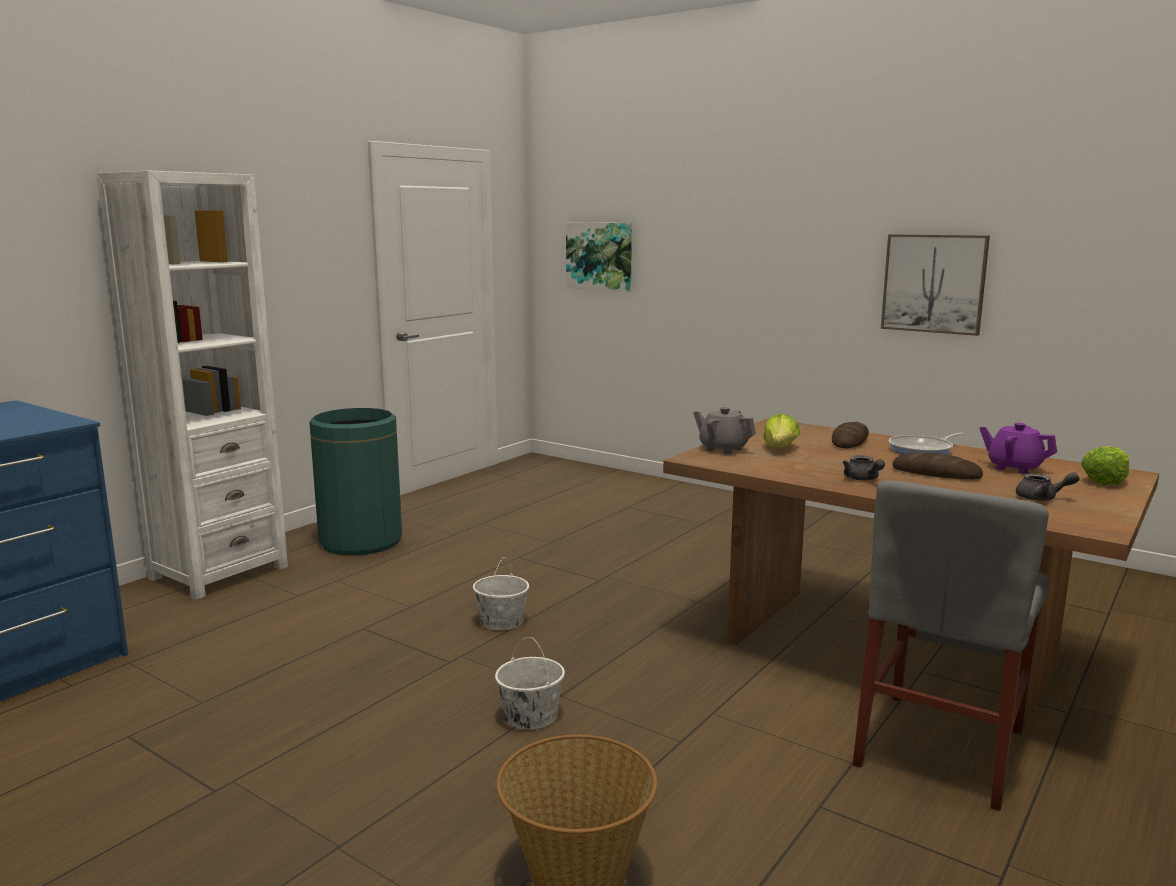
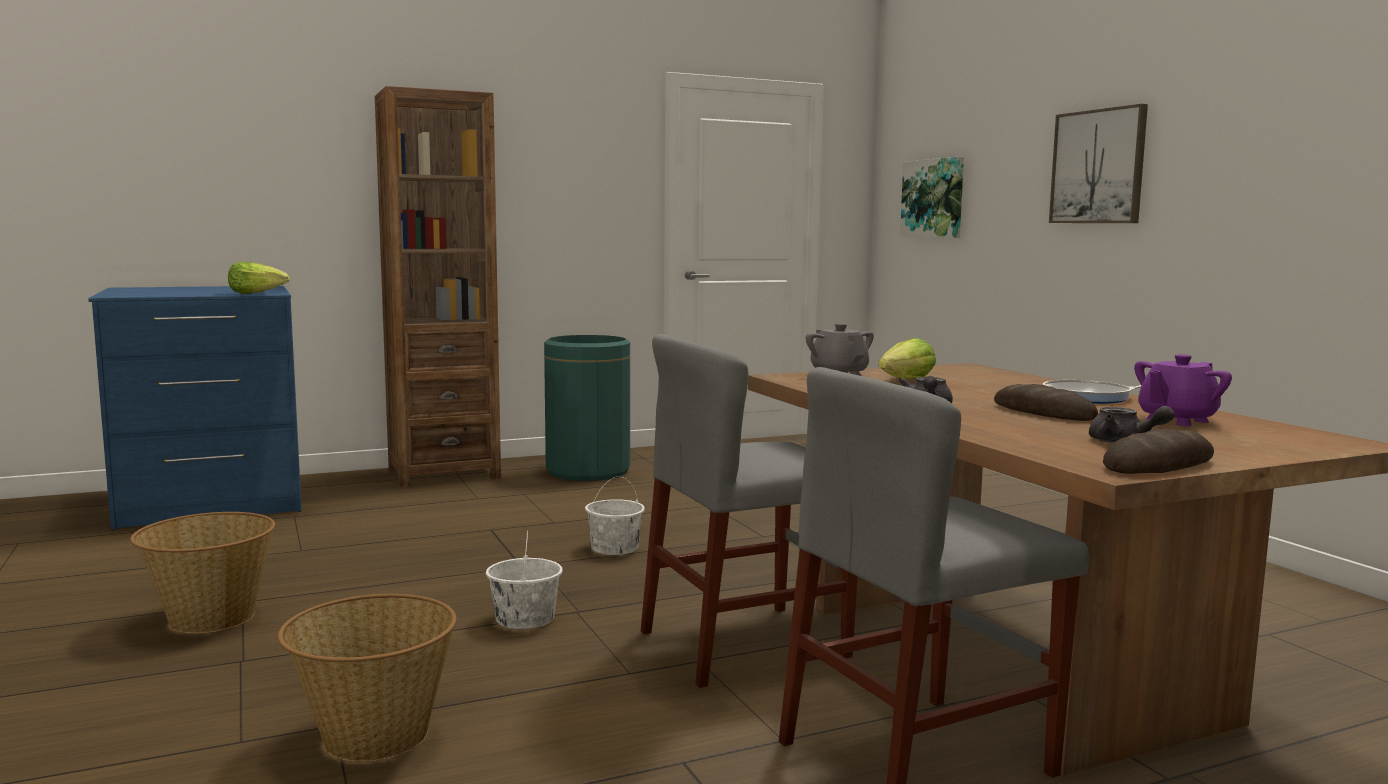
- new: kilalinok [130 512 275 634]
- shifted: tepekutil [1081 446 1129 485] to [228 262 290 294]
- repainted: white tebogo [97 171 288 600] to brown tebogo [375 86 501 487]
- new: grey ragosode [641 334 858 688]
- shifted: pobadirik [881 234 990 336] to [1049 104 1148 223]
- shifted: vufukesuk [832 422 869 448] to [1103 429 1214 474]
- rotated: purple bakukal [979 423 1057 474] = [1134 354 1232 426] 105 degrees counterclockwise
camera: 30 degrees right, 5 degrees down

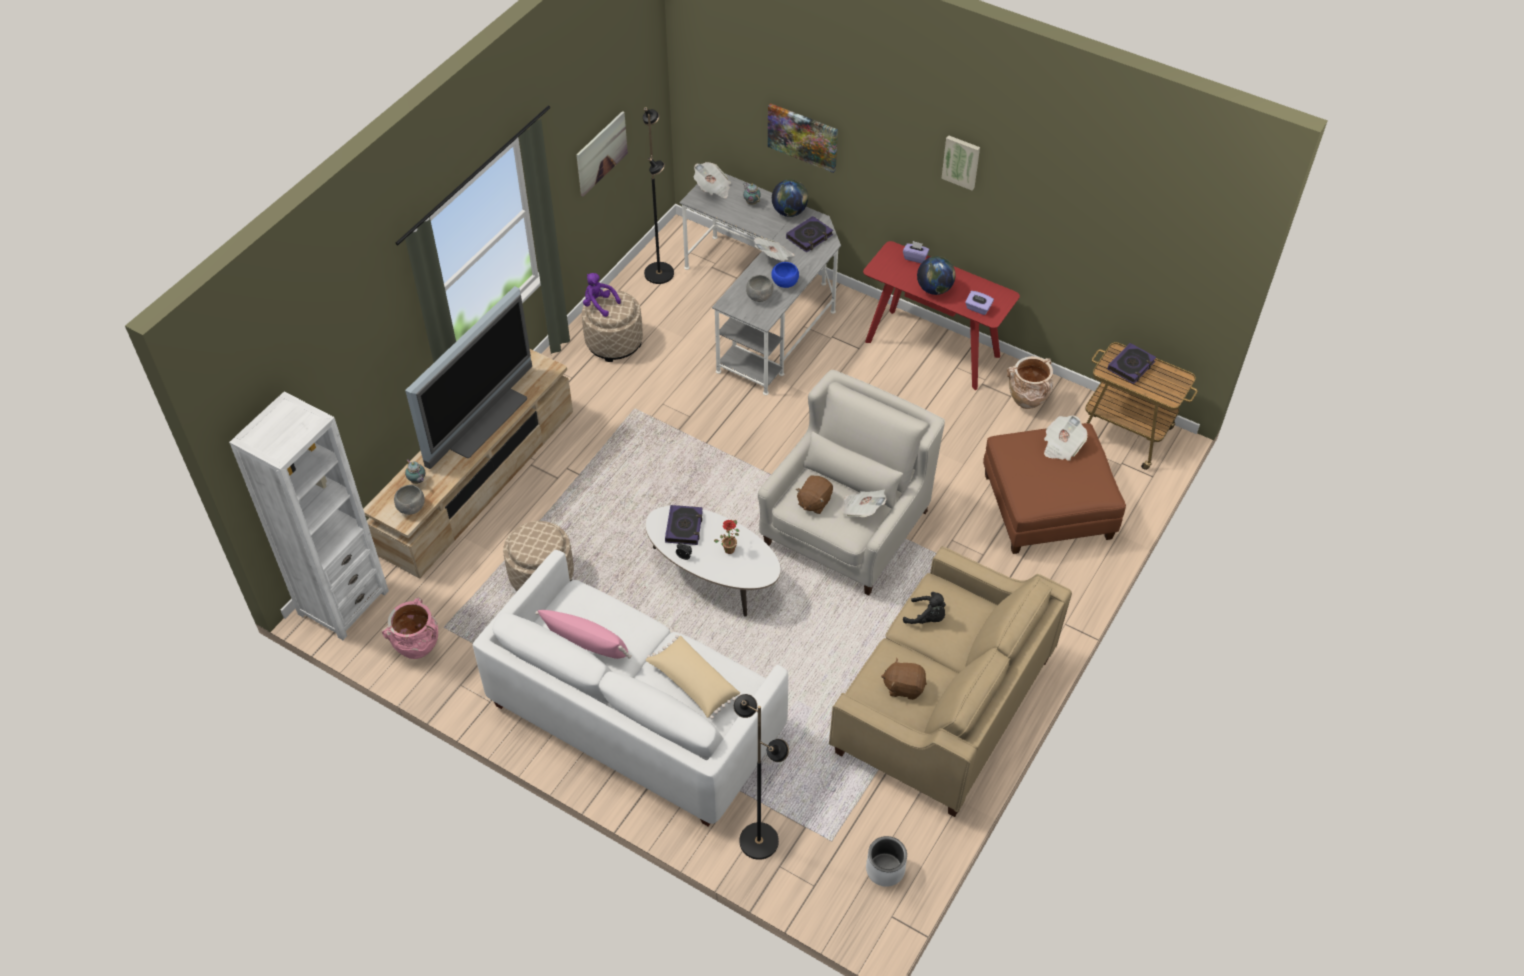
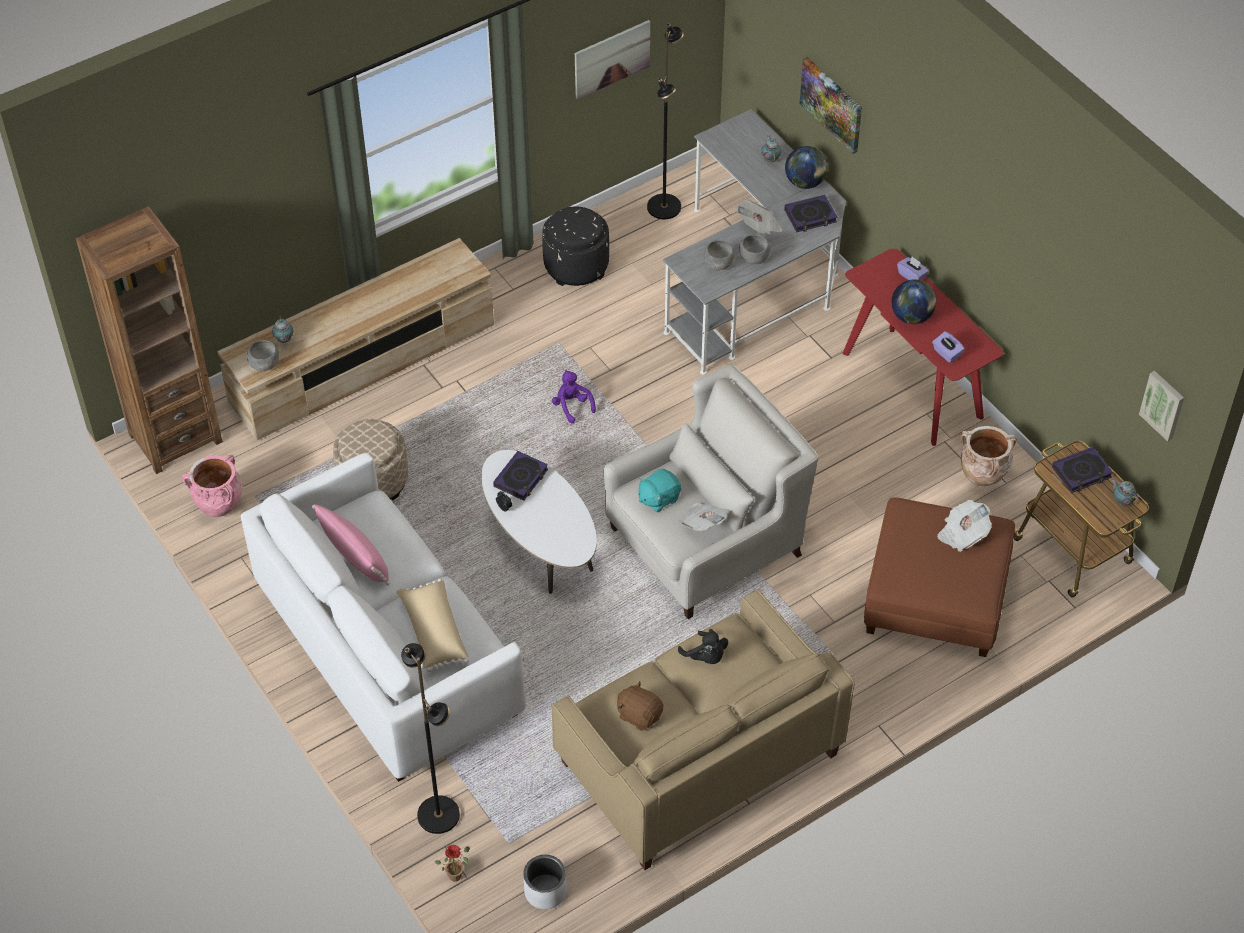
- repainted: white tebogo [229 391 389 640] to brown tebogo [76 206 223 474]
- shifted: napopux [714 520 739 554] to [435 845 470 882]
- repainted: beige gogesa [582 290 643 362] to black gogesa [542 206 609 286]
- shifted: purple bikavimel [583 273 621 317] to [552 370 596 424]
- repainted: brown bikavimel [796 475 833 514] to turquoise bikavimel [639 469 681 512]
- repainted: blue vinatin [771 262 799 288] to grey vinatin [739 234 770 264]
- new: bakukal [1111 478 1139 506]
- shifted: pobadirik [941 135 980 190] to [1139 371 1184 441]
- gone: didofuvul [405 286 532 469]
- gone: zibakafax [694 162 731 198]
camera: 25 degrees right, 0 degrees up

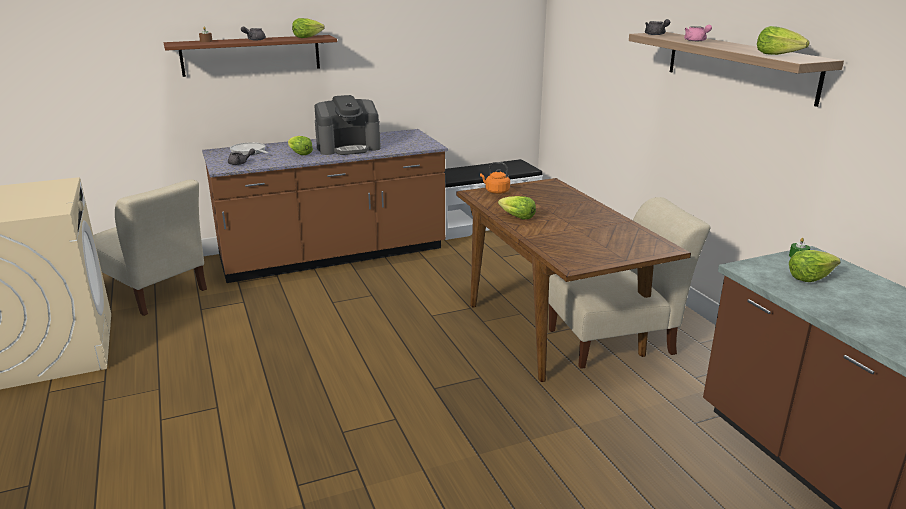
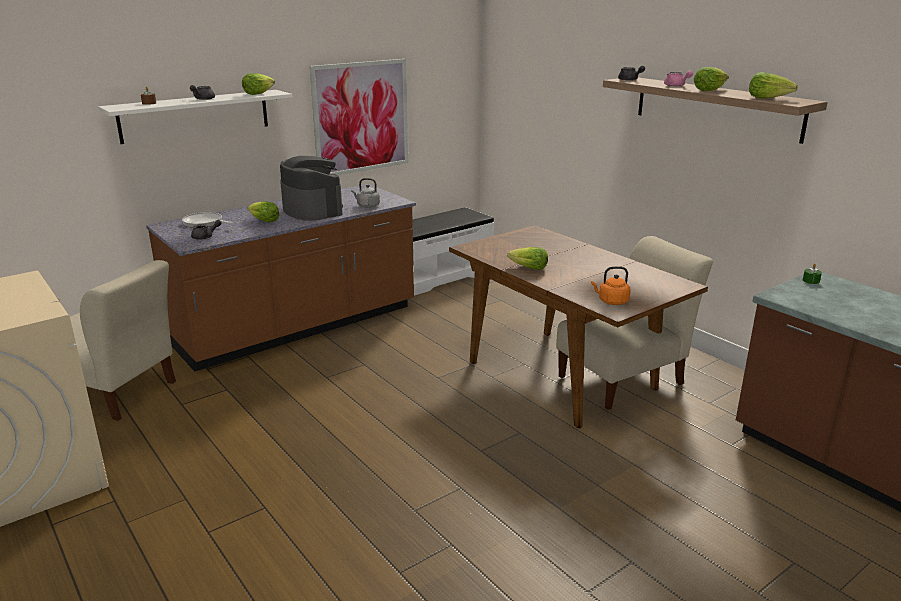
- repainted: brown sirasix [164 35 337 77] to white sirasix [98 90 292 144]
- rotated: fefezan [314 95 381 155] = [280 156 343 221] 90 degrees counterclockwise
- new: pobadirik [310 59 408 175]
- new: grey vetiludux [351 178 380 208]
- shifted: orange vetiludux [480 162 510 194] to [591 266 631 305]
- shifted: tepekutil [789 250 841 282] to [694 67 729 91]
camera: 15 degrees left, 0 degrees up

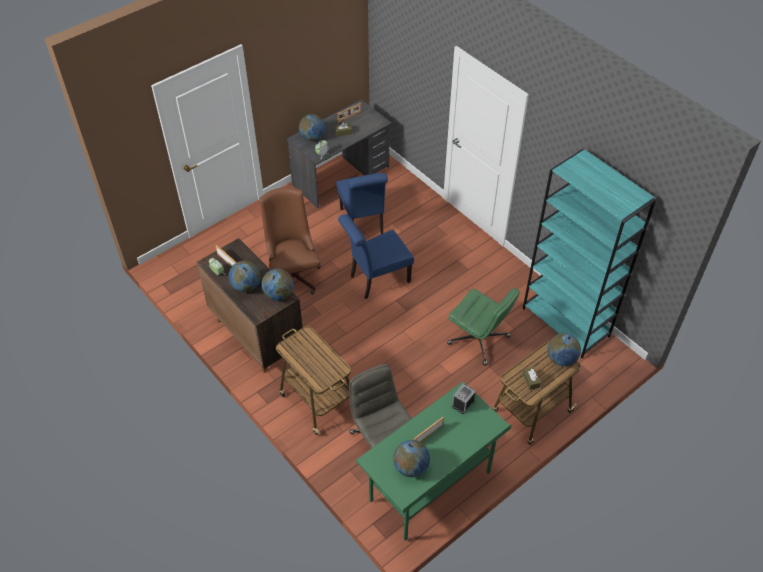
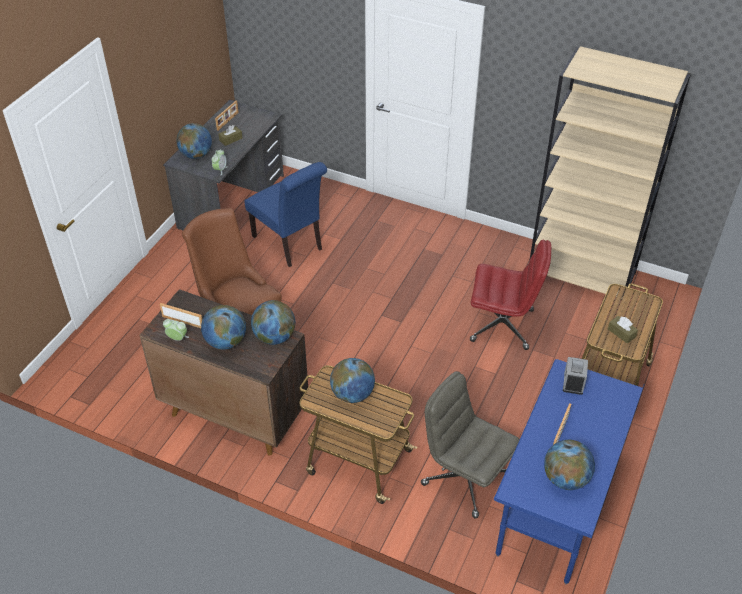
- shifted: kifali [547 333 581 366] to [330 358 375 403]
- repainted: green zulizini [447 288 520 366] to red zulizini [470 240 551 350]
- repainted: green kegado [356 382 512 541] to blue kegado [494 359 644 584]
- repainted: turquoise tebogo [523 149 656 359] to beige tebogo [529 46 691 296]
- gone: blue ragosode [338 214 414 299]
camera: 25 degrees left, 5 degrees down

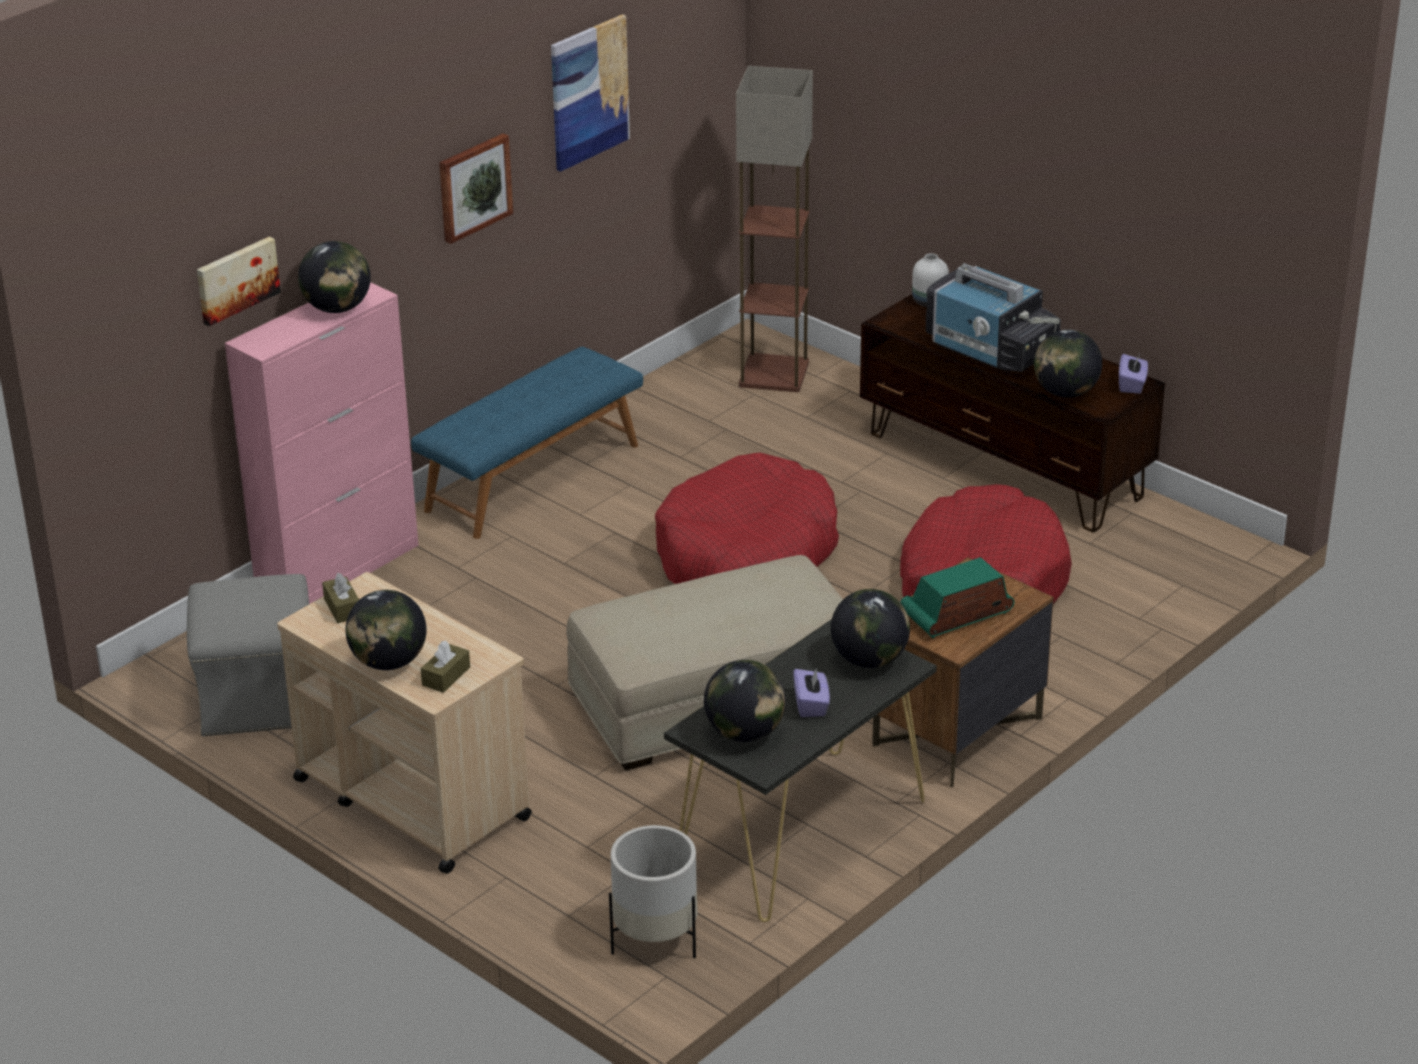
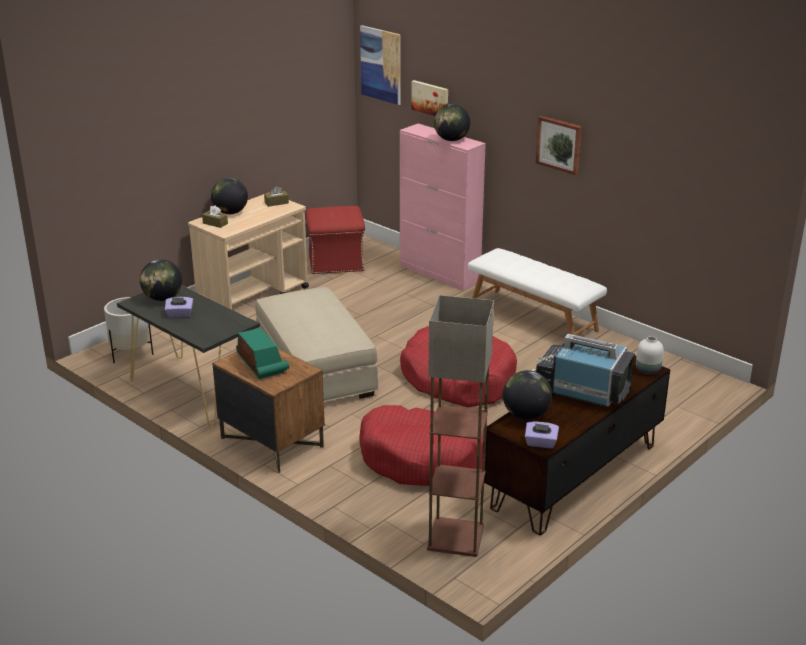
- repainted: grey gogesa [187 574 309 736] to red gogesa [306 206 365 274]
- shifted: pobadirik [551 14 630 172] to [360 25 401 105]
- shifted: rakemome [736 66 813 392] to [427 295 494 557]
- repainted: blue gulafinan [411 347 643 539] to white gulafinan [468 248 607 335]
- rotated: didofuvul [926 263 1061 372] = [532 334 635 407] 75 degrees clockwise
- gone: kifali [831 589 910 668]
camera: 90 degrees right, 5 degrees down

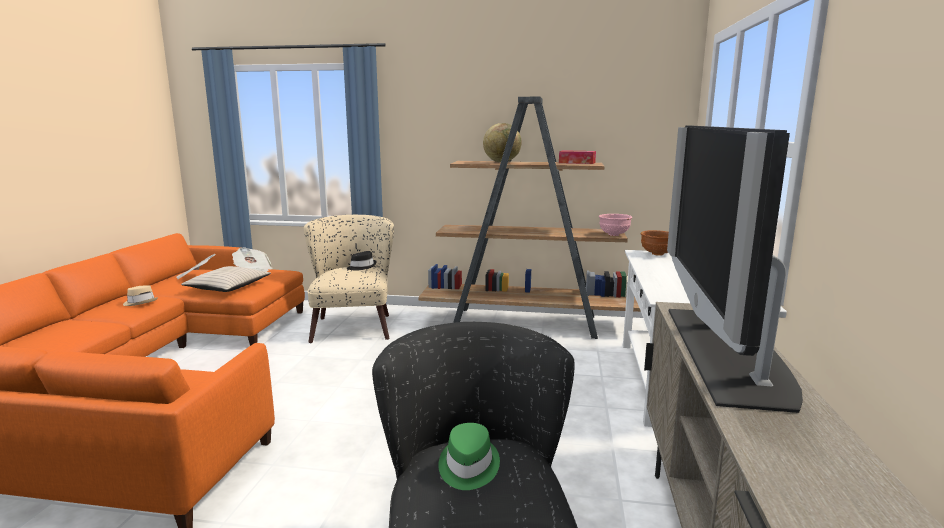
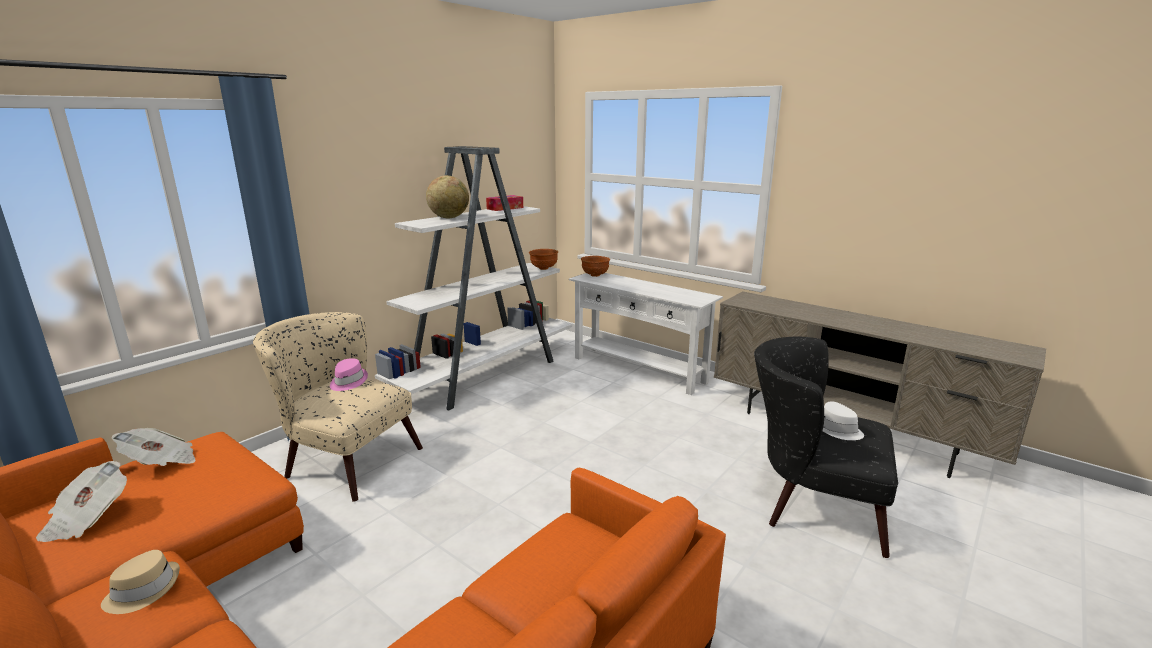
- repainted: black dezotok [346 251 377 271] to pink dezotok [330 358 368 391]
- repainted: brown tebogo [418 97 641 339] to white tebogo [375 146 572 411]
- repainted: pink vinatin [599 214 632 236] to brown vinatin [529 249 558 270]
- repainted: green dezotok [438 423 500 490] to white dezotok [823 401 864 440]
- gone: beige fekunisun [181 266 271 292]
- gone: didofuvul [667 126 803 413]
camera: 60 degrees left, 5 degrees up

